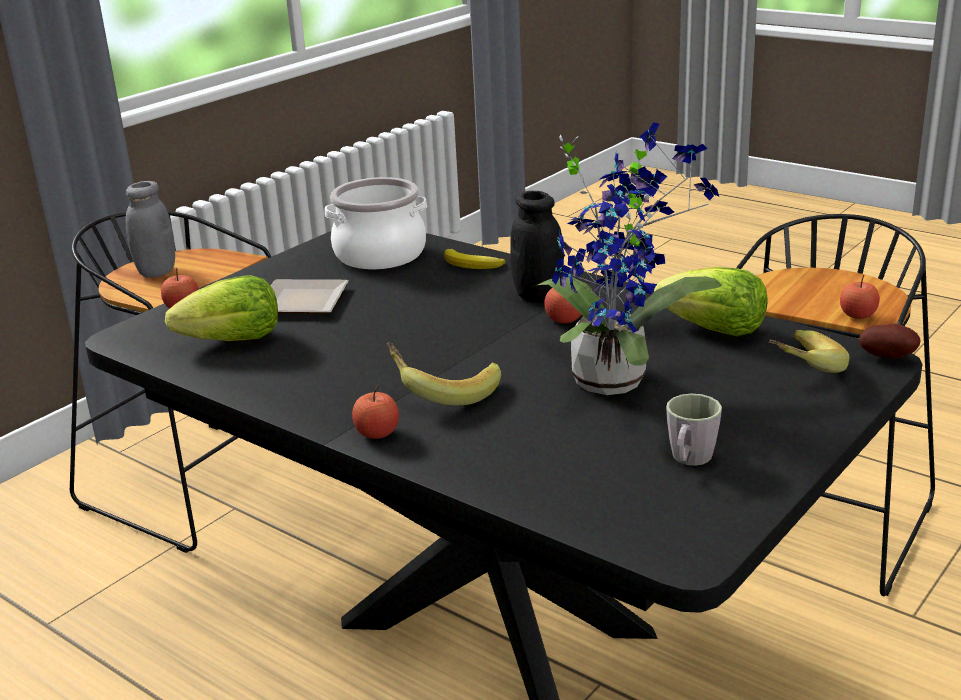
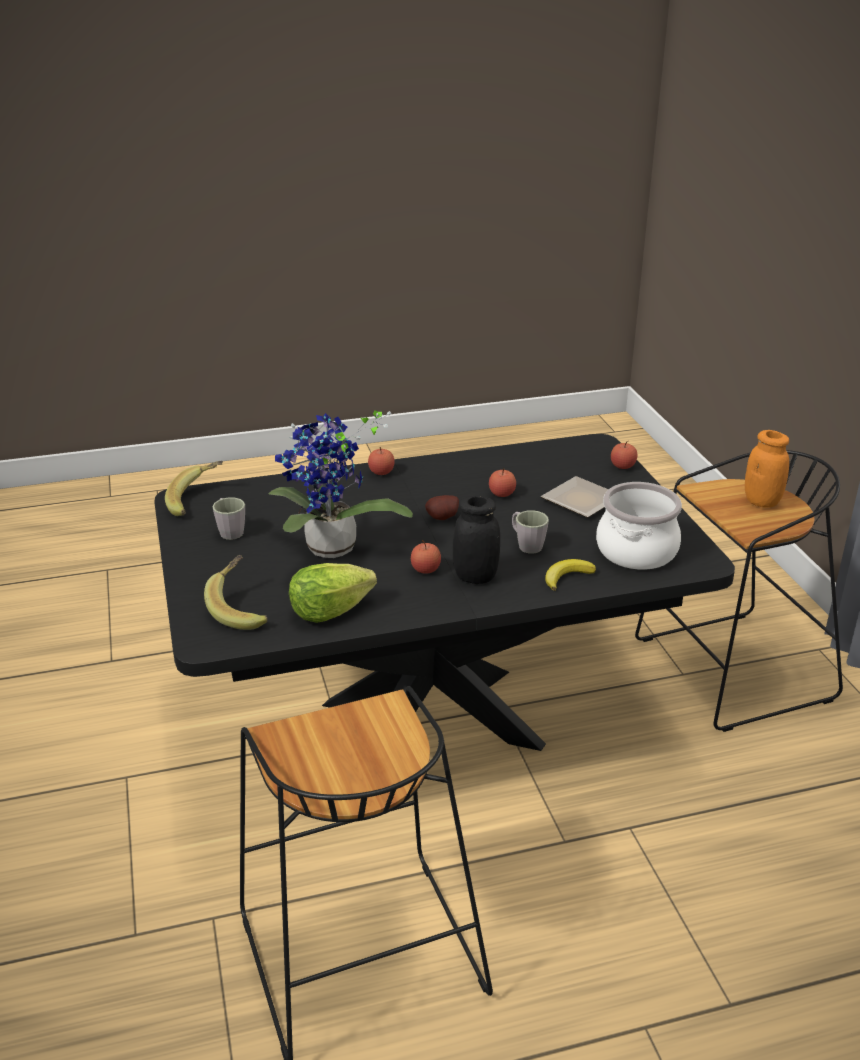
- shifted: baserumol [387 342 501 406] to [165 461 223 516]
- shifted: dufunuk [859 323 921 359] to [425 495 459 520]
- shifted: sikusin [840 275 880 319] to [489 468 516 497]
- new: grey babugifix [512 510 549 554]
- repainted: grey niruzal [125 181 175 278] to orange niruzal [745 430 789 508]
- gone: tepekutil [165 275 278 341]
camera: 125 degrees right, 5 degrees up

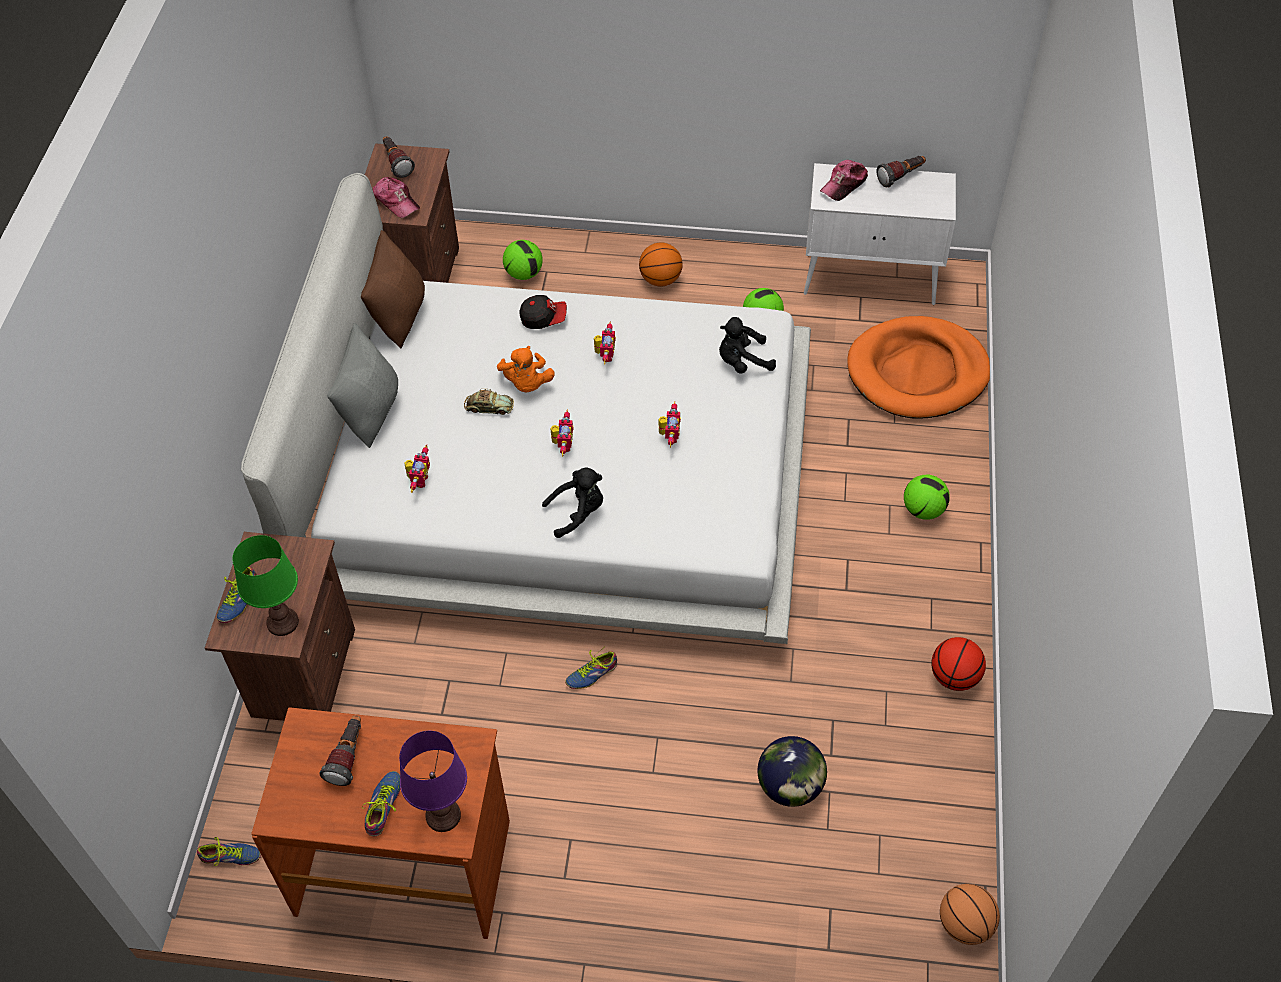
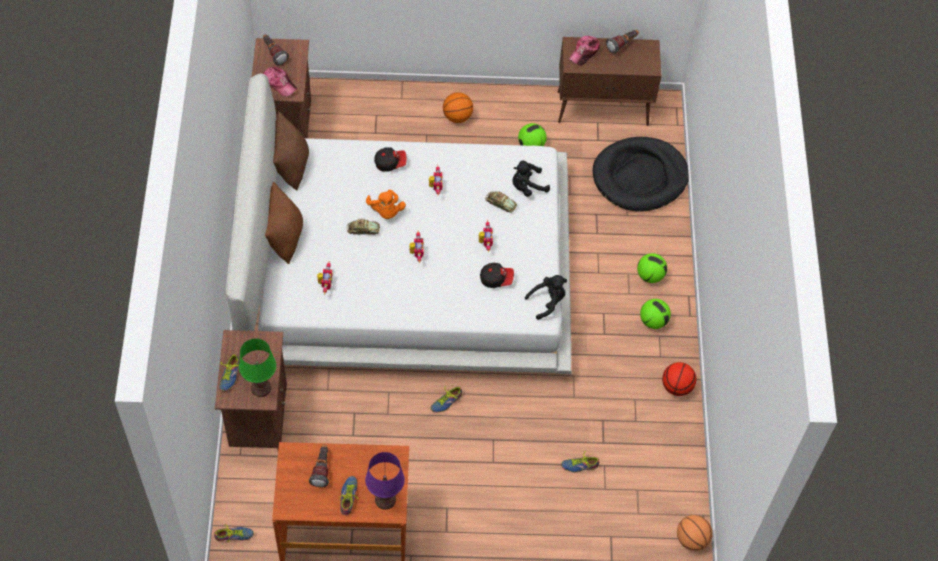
- repainted: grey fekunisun [327 323 398 448] to brown fekunisun [265 182 303 264]
- new: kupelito [480 263 514 288]
- new: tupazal [485 191 517 213]
- shifted: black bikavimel [542 468 603 538] to [525 275 567 320]
- repainted: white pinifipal [804 163 956 305] to brown pinifipal [558 37 661 126]
- swapped: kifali [758 736 827 807] to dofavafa [561 451 599 472]
- repainted: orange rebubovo [847 316 990 419] to black rebubovo [593 137 689 211]
- shifted: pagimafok [503 240 543 280] to [640 299 671 329]
camera: 10 degrees left, 5 degrees up

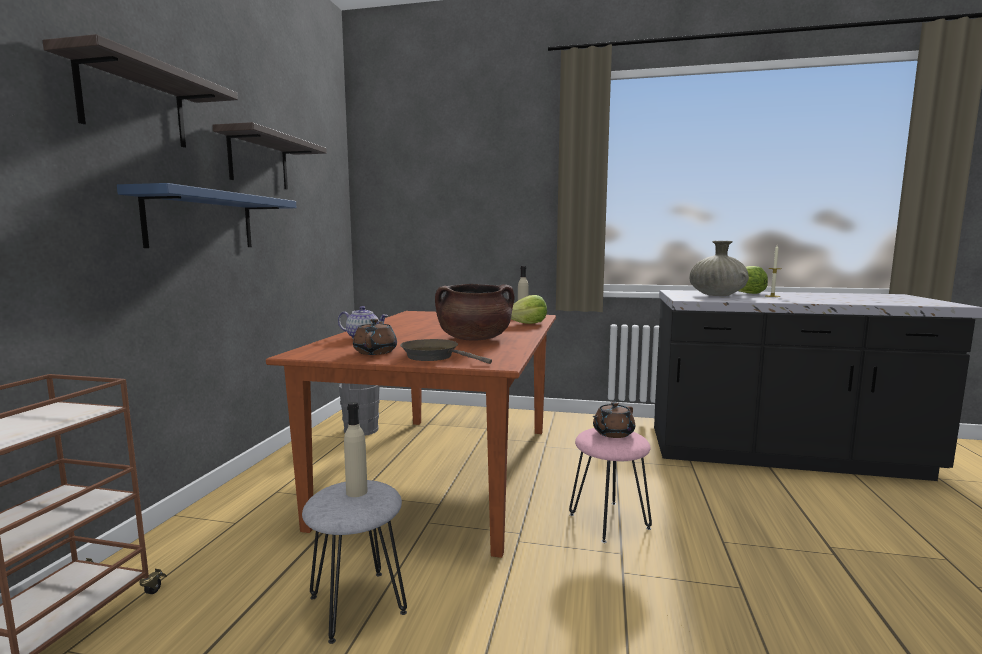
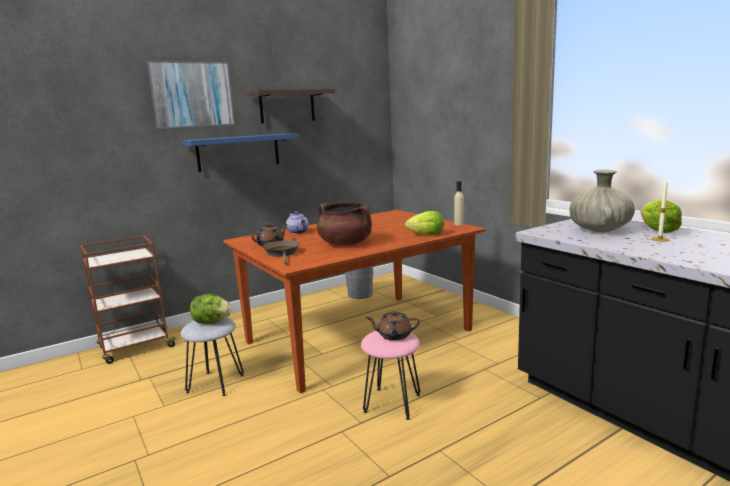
- swapped: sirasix [42 34 238 148] to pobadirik [147 61 235 129]
- swapped: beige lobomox [344 402 368 497] to tepekutil [190 294 232 324]
camera: 45 degrees right, 5 degrees up

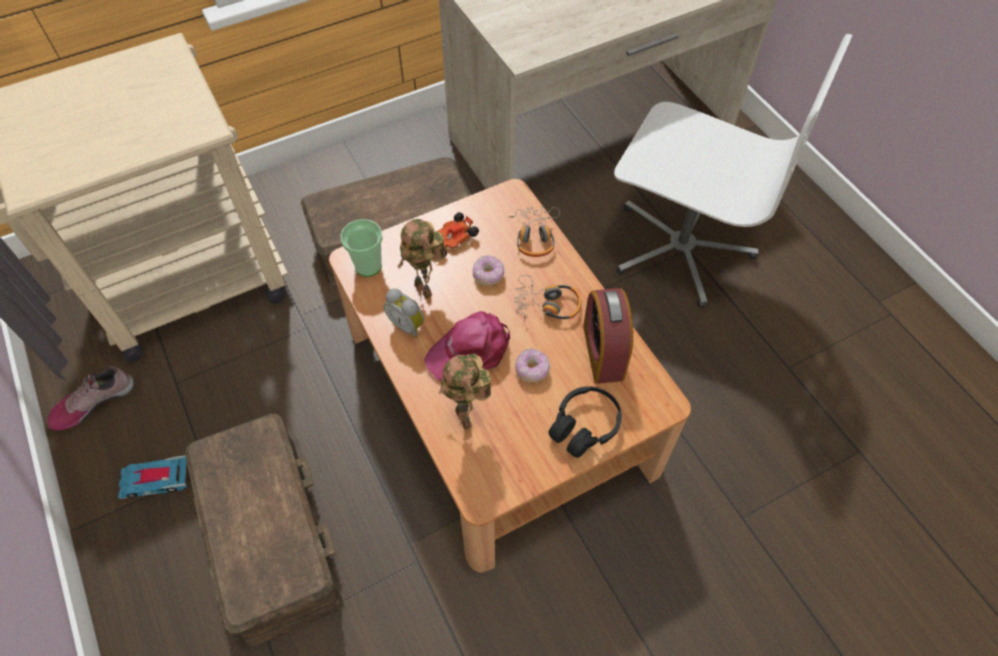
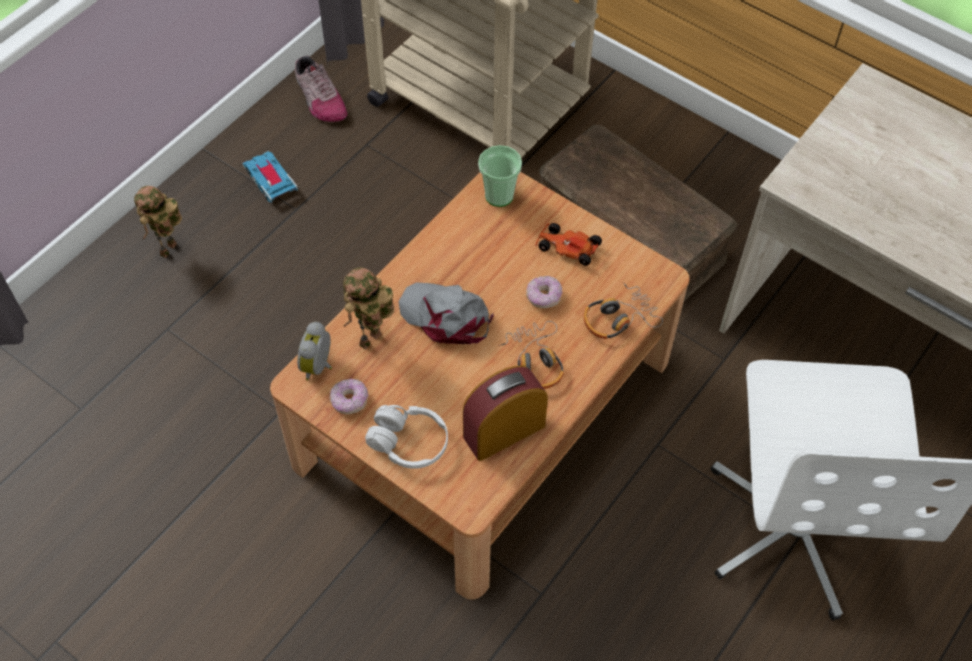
- shifted: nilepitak [398 219 445 299] to [134 186 182 258]
- rotated: dofavafa [47 366 134 431] = [295 55 347 122] 150 degrees counterclockwise
- shifted: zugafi [384 288 424 338] to [297 322 332 381]
- shifted: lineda [515 348 550 382] to [329 379 369 414]
- repainted: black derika [549 386 622 458] to white derika [365 405 448 469]
- repainted: pink kupelito [424 311 510 381] to grey kupelito [398 282 494 344]
- gone: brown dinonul [185 414 343 646]
camera: 65 degrees right, 0 degrees up

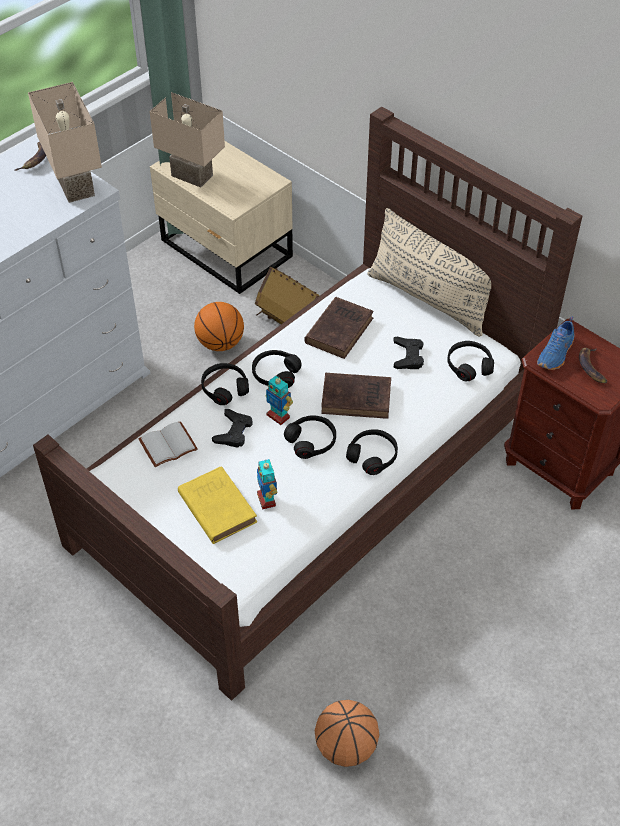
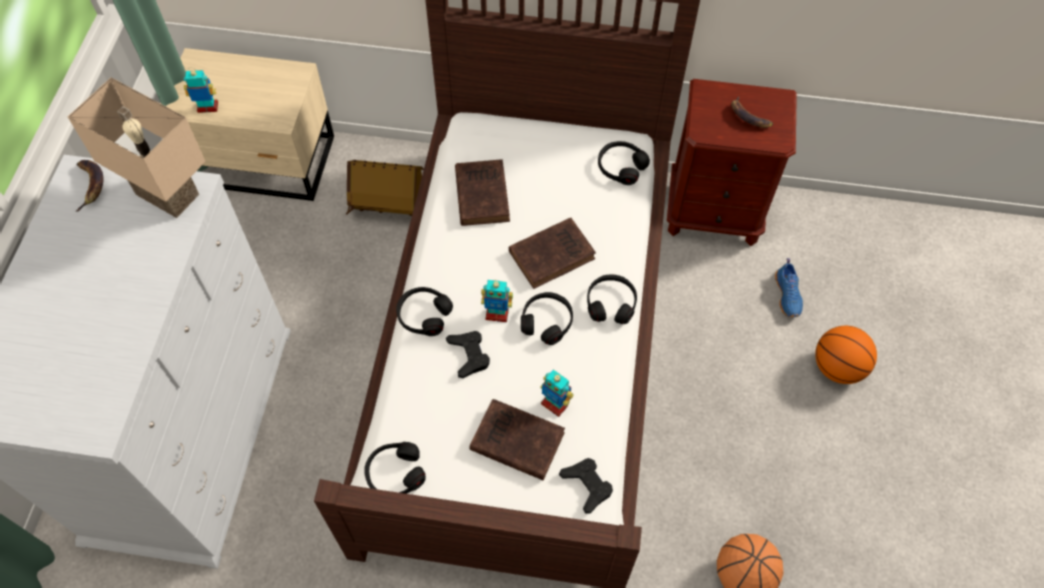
- swapped: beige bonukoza [150 92 225 188] to nilepitak [184 67 218 113]
- shifted: black derika [252 350 301 388] to [364 442 426 494]
- repainted: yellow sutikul [178 466 257 544] to brown sutikul [469 399 565 480]
- shifted: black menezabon [393 337 424 369] to [559 458 613 513]
- shifted: blue dofavafa [537 316 575 370] to [775 258 803 317]
- shifted: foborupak [194 302 244 351] to [815 326 877 384]
- gone: white sutikul [138 421 198 467]
- gone: beige fekunisun [367 208 491 337]
camera: 35 degrees left, 10 degrees up

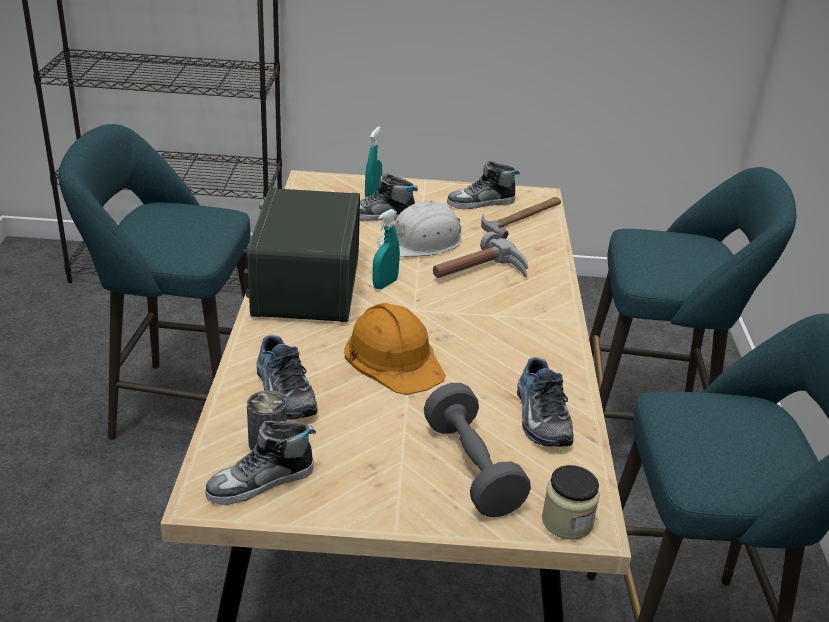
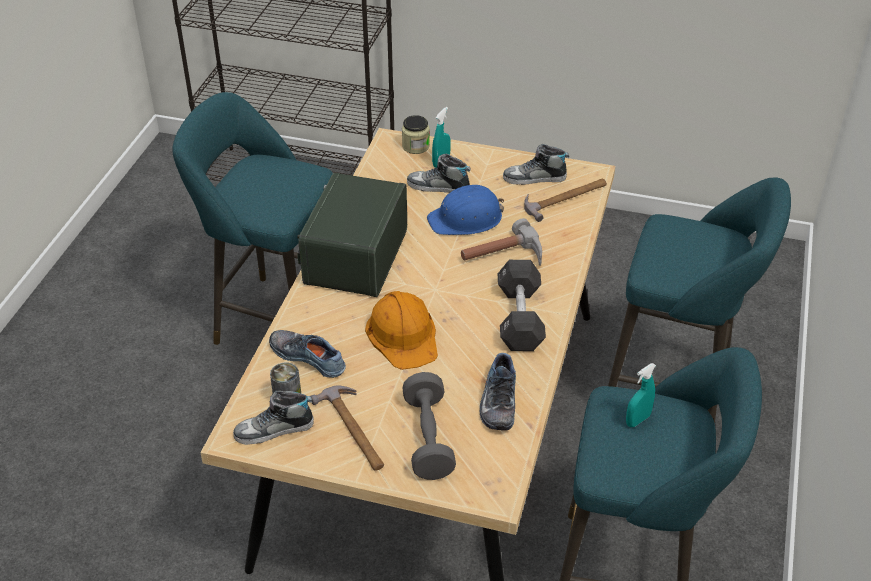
- rotated: dofavafa [256 335 318 419] = [269 330 346 378] 135 degrees clockwise
- new: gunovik [311 386 384 471]
- shifted: niruzal [542 465 600 539] to [402 115 430 154]
- repainted: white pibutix [377 200 462 257] to blue pibutix [427 185 504 235]
- new: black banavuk [498 260 546 351]
- shifted: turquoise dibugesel [372 209 400 289] to [626 363 656 427]
camera: 15 degrees right, 10 degrees up

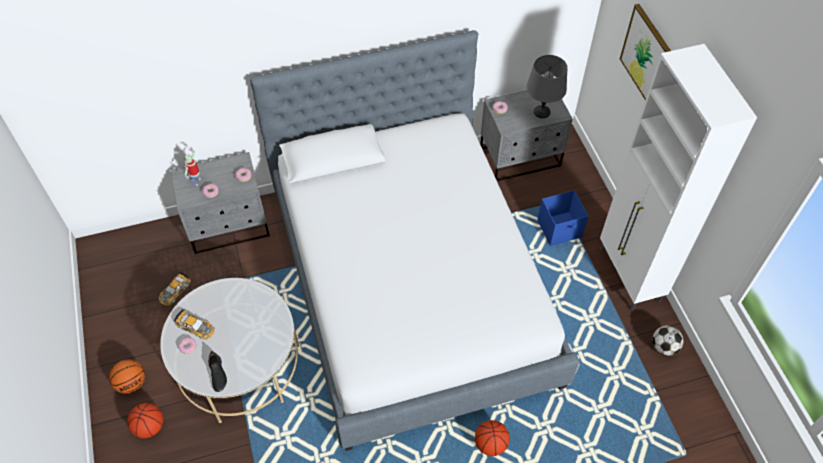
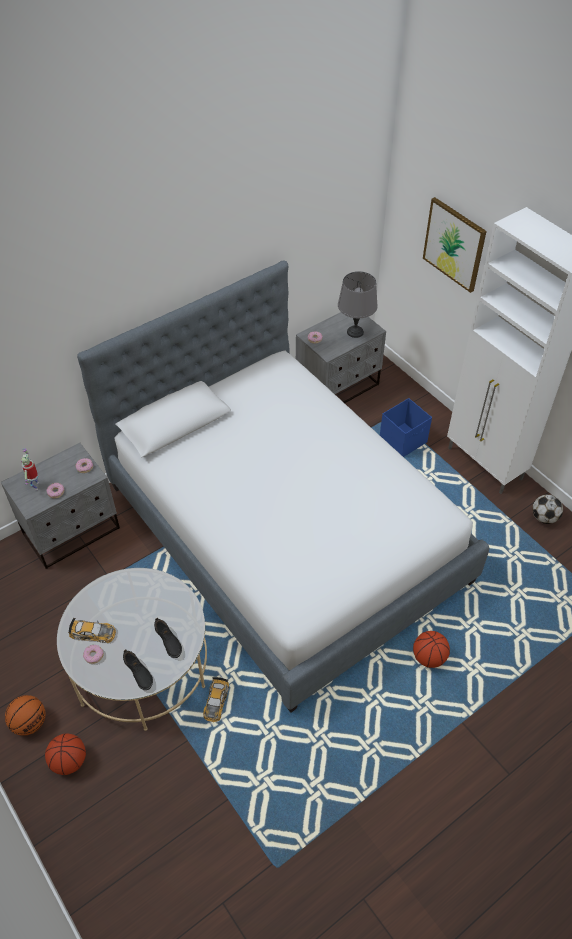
- new: black dofavafa [154 618 182 658]
- shifted: tupazal [159 271 191 306] to [203 677 229 722]
camera: 20 degrees left, 5 degrees down

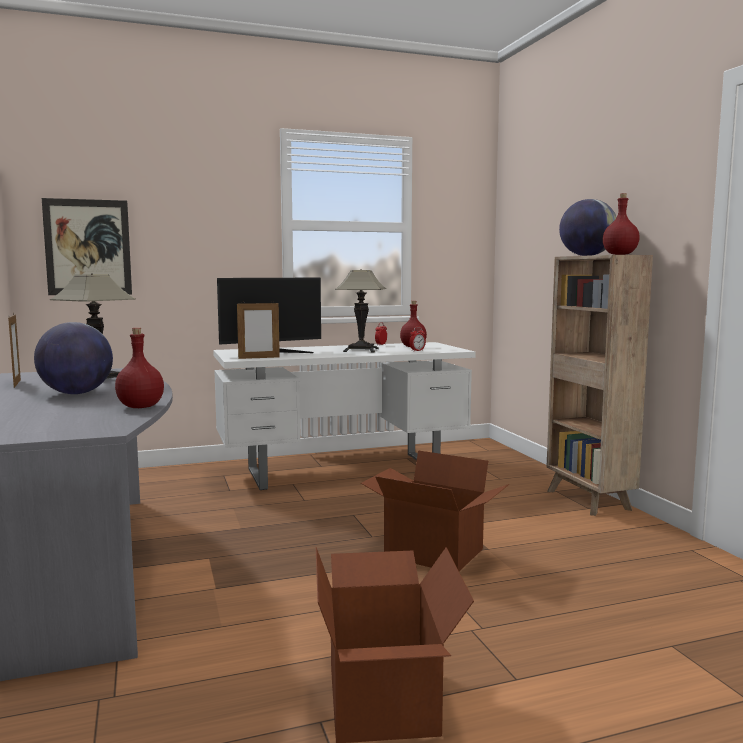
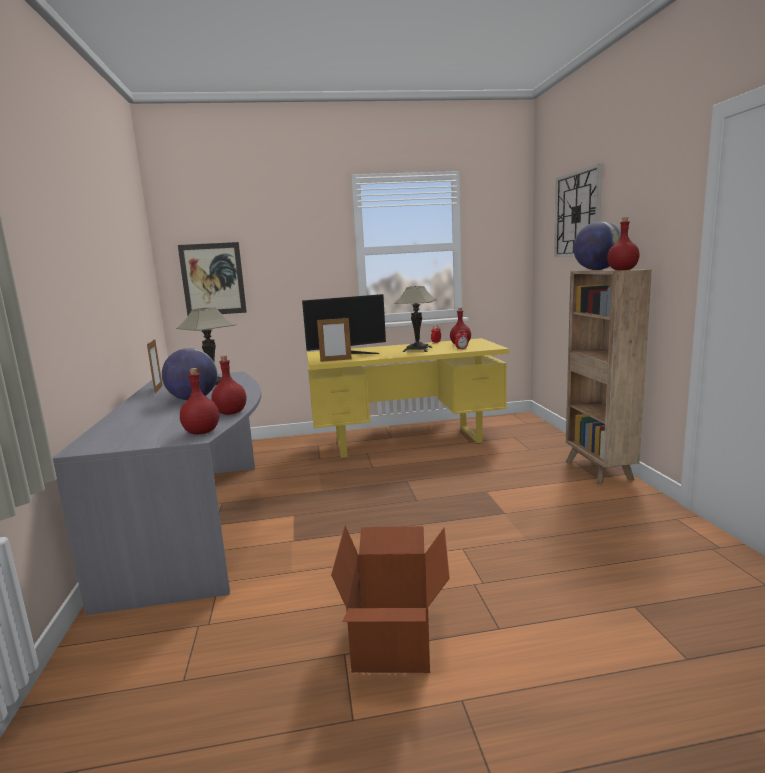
- new: red lobomox [180 368 219 435]
- repainted: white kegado [213 342 475 490] to yellow kegado [307 338 509 459]
- new: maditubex [554 164 602 257]
- gone: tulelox [361 450 510 571]
camera: 10 degrees right, 5 degrees up

